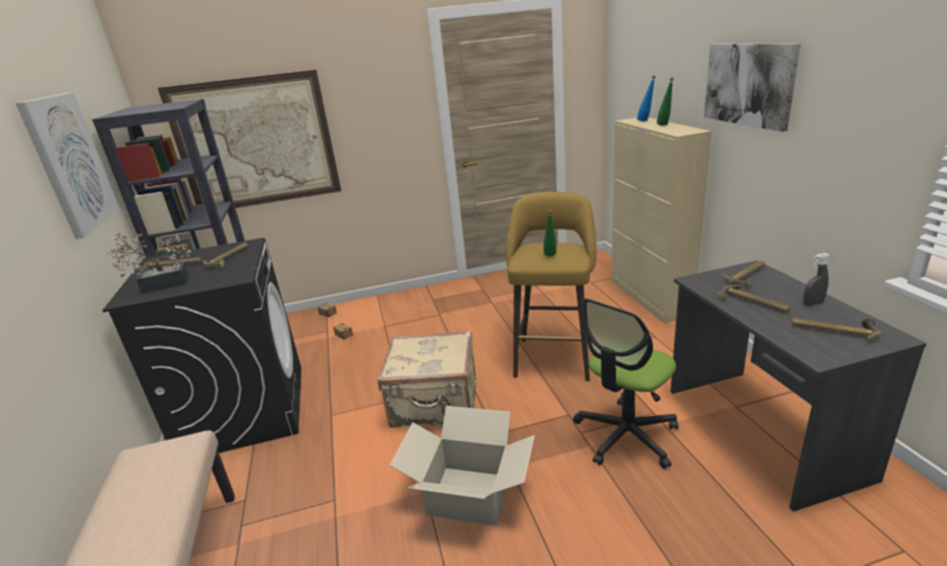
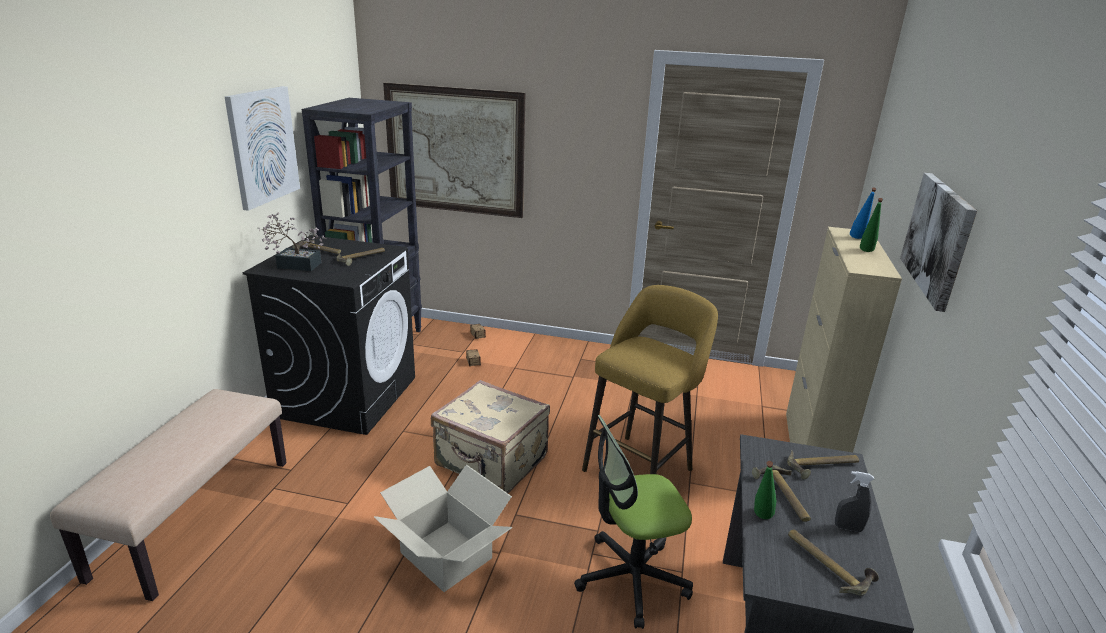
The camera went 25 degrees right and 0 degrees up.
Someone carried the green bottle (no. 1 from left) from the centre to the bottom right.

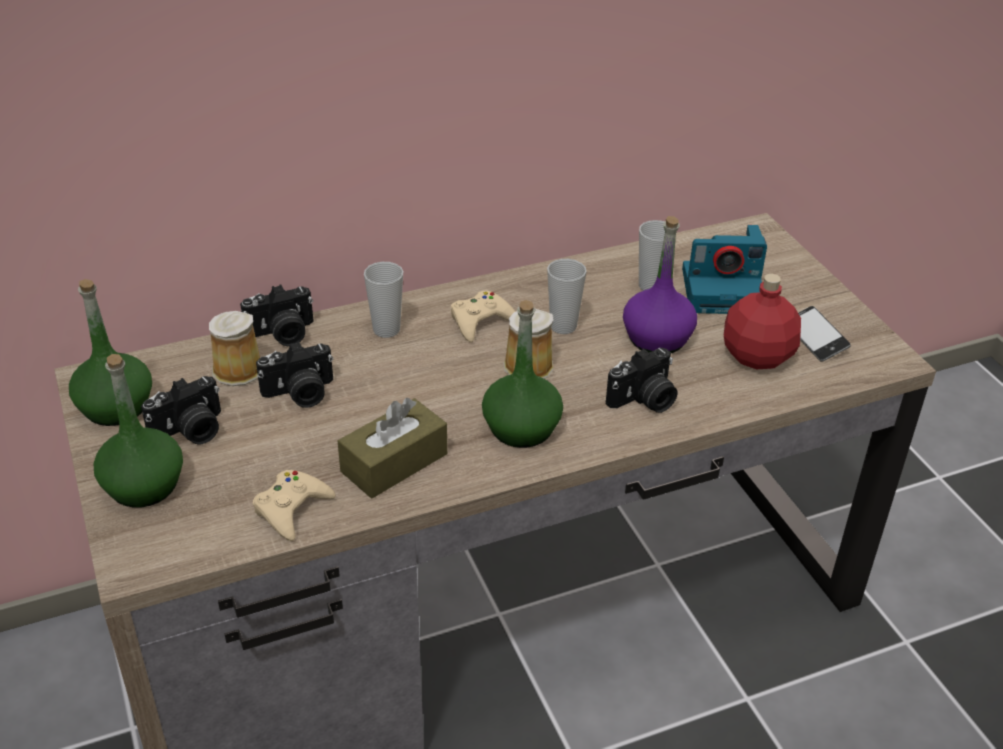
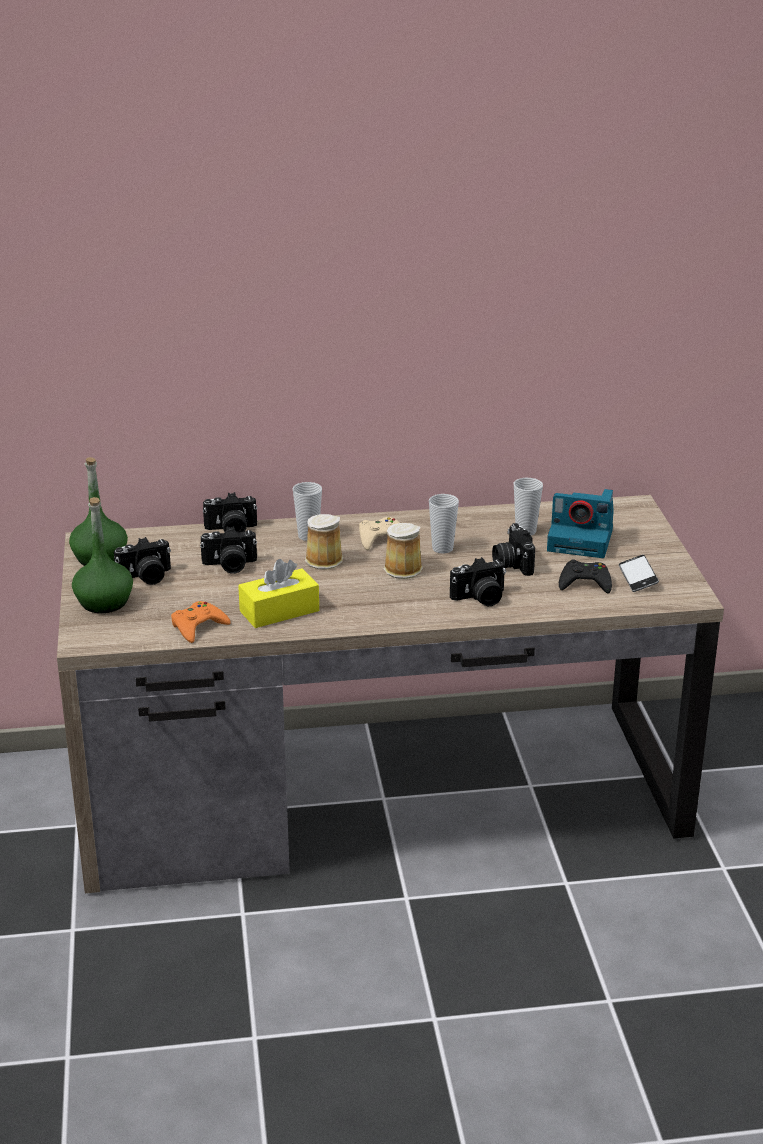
The camera went 15 degrees right and 10 degrees down.
Someone carried the mug (no. 1 from left) from the middle left to the centre.
Someone repainted the beige game controller (no. 1 from left) at the bottom left, which became the orange game controller at the middle left.
Someone repainted the brown tissue box at the centre, which became the yellow tissue box at the centre.
Someone took away the green bottle (no. 3 from left) at the centre.
Someone swapped the purple bottle at the centre for the photo camera (no. 5 from left) at the middle right.
Someone swapped the red bottle at the middle right for the black game controller at the middle right.

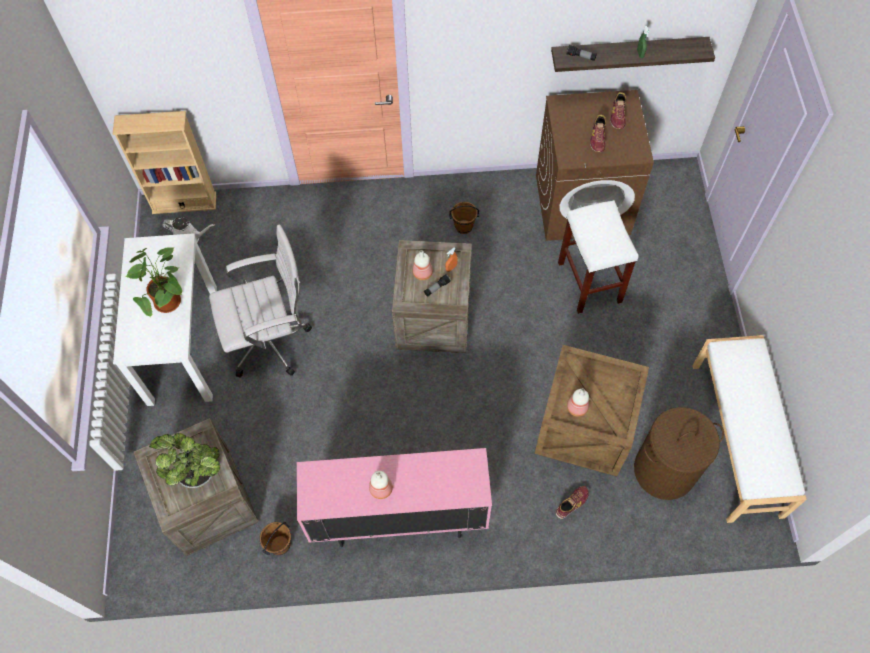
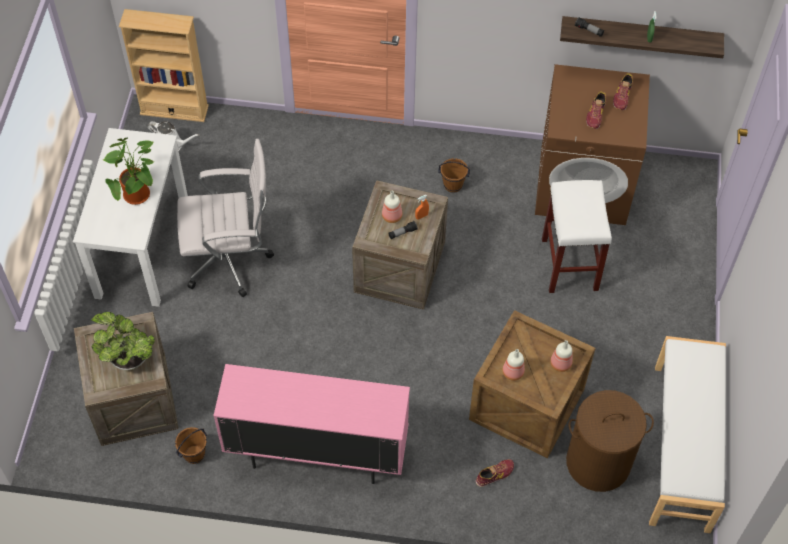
The camera went 10 degrees right and 5 degrees down.
Someone carried the bottle (no. 1 from left in the first image) from the bottom centre to the middle right.

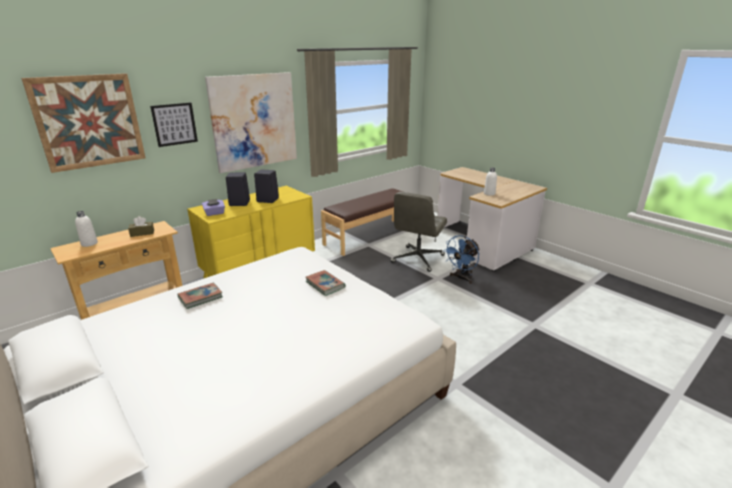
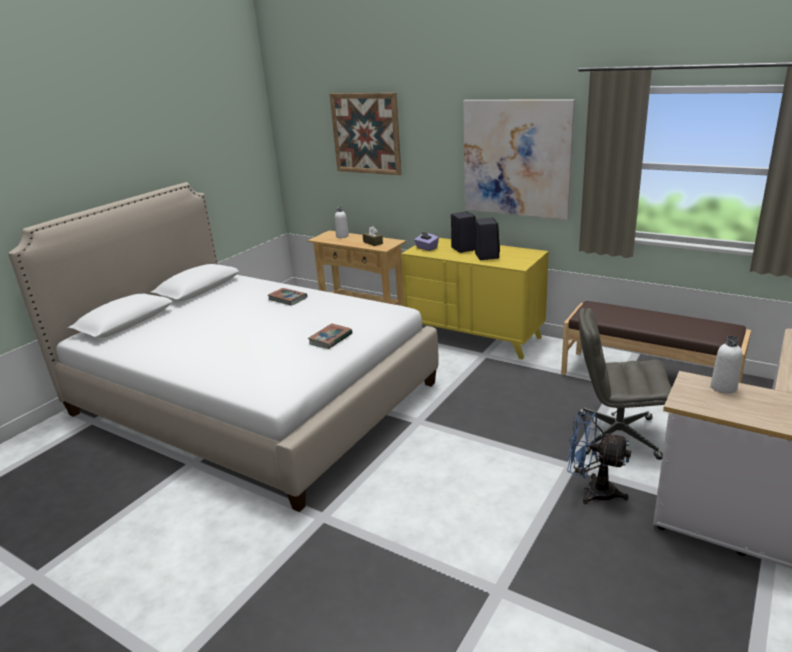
The camera went 75 degrees right and 0 degrees up.
Someone took away the picture (no. 2 from left) at the top left.

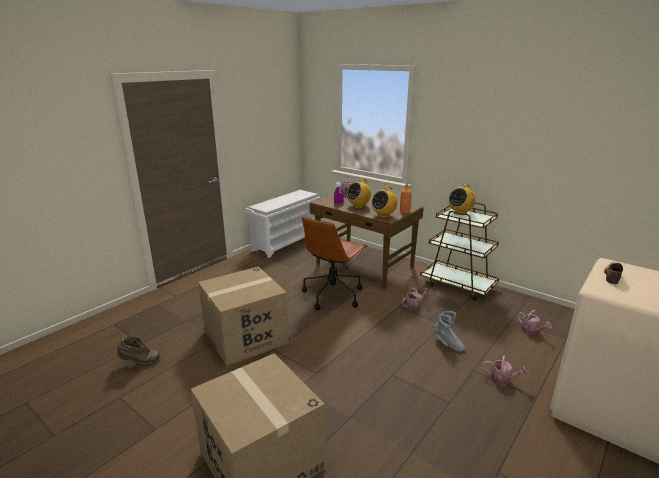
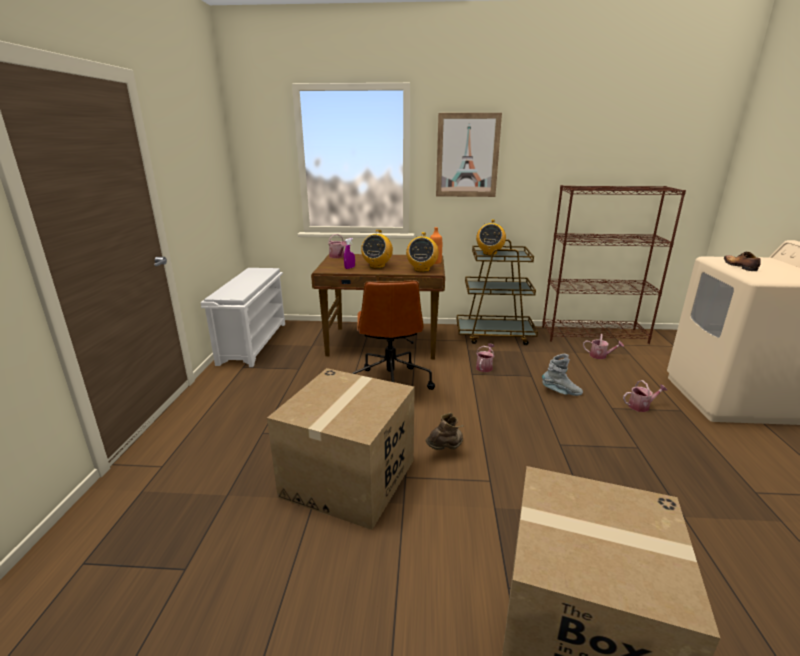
The camera went 35 degrees left and 0 degrees up.
Someone carried the brown boot from the bottom left to the centre.
Someone put up the picture at the top centre.
Someone put down the brown bookcase at the middle right.

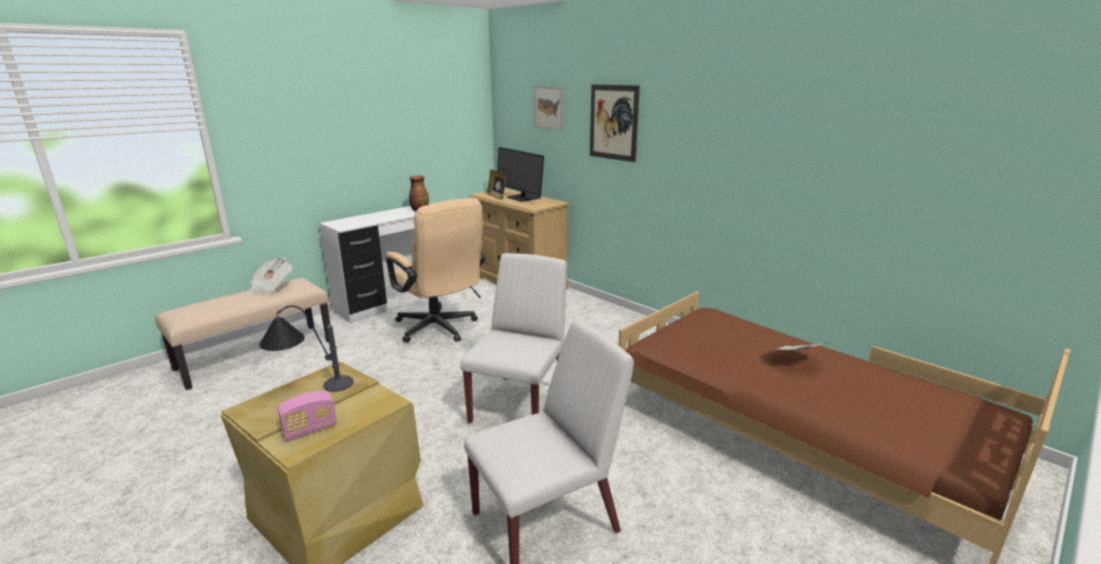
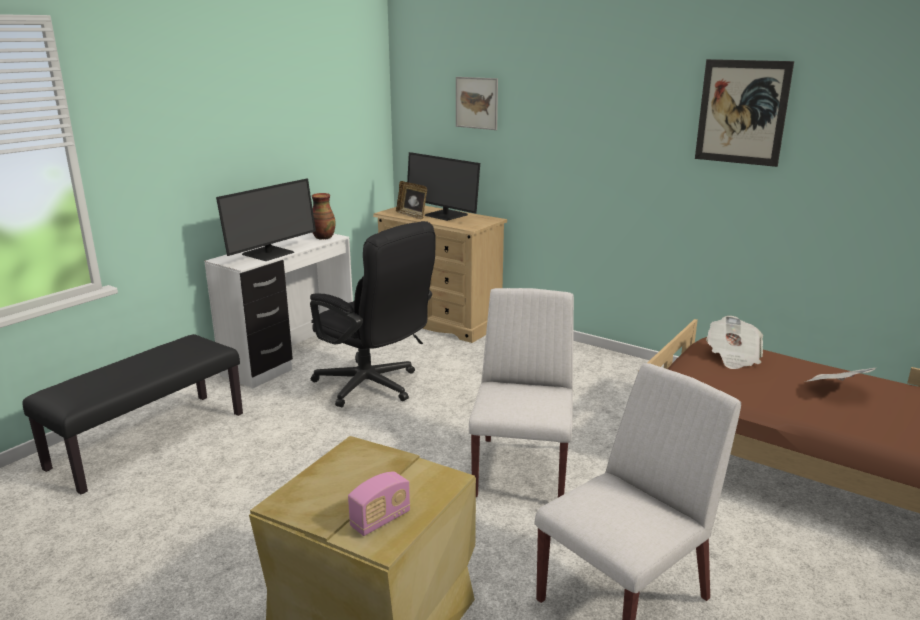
The camera went 10 degrees left and 0 degrees up.
Someone repainted the beige bench at the middle left, which became the black bench at the bottom left.
Someone carried the newspaper (no. 1 from left) from the middle left to the middle right.
Someone took away the table lamp at the middle left.
Someone repainted the beige office chair at the centre, which became the black office chair at the centre.
Someone carried the picture (no. 2 from left) from the top centre to the top right.
Someone put down the monitor (no. 1 from left) at the middle left.

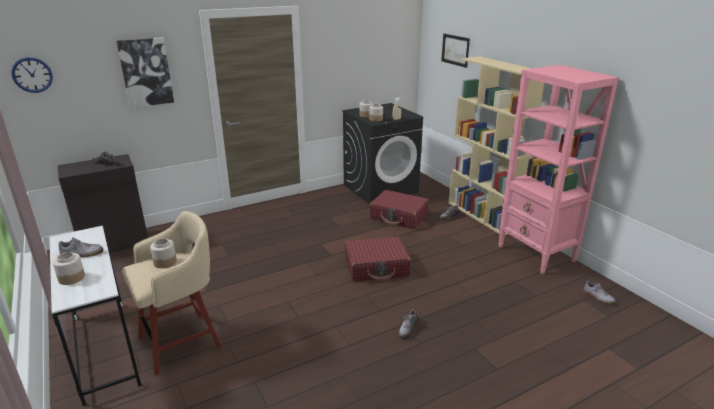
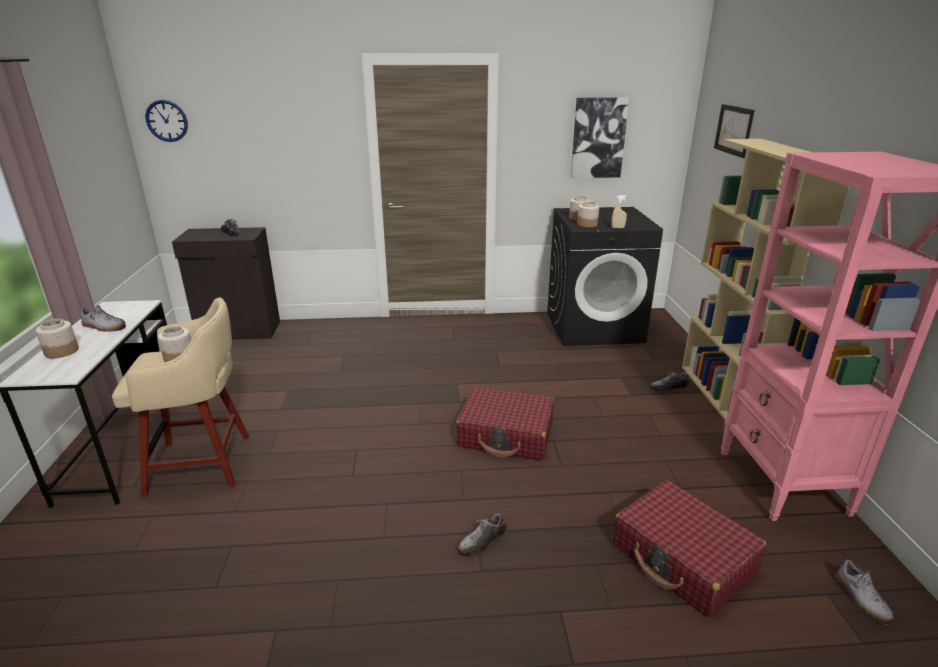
The camera went 25 degrees right and 0 degrees up.
Someone carried the picture (no. 1 from left) from the top left to the top centre.
Someone carried the red suitcase (no. 2 from left) from the centre to the bottom right.

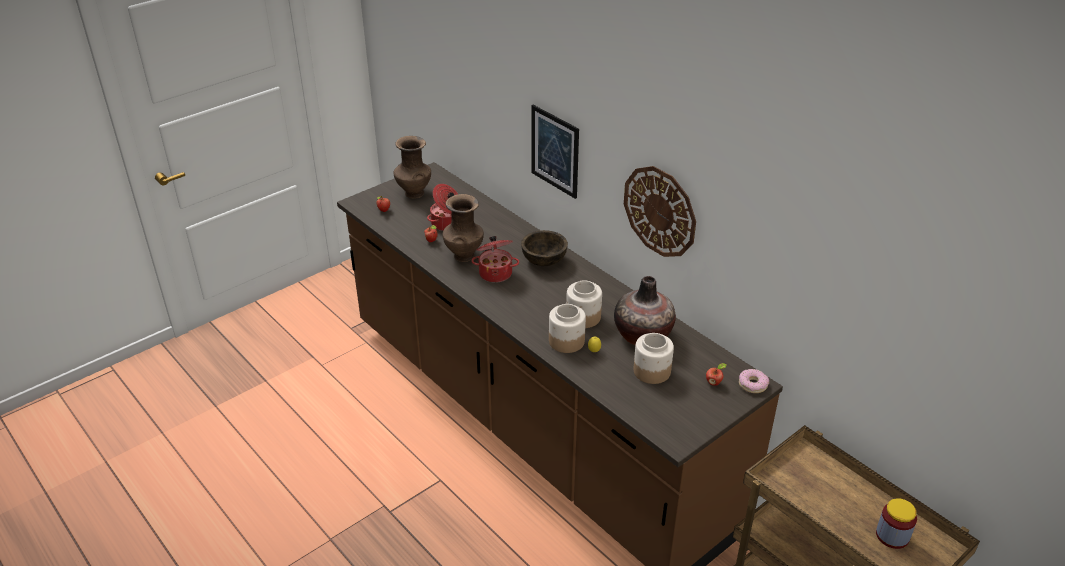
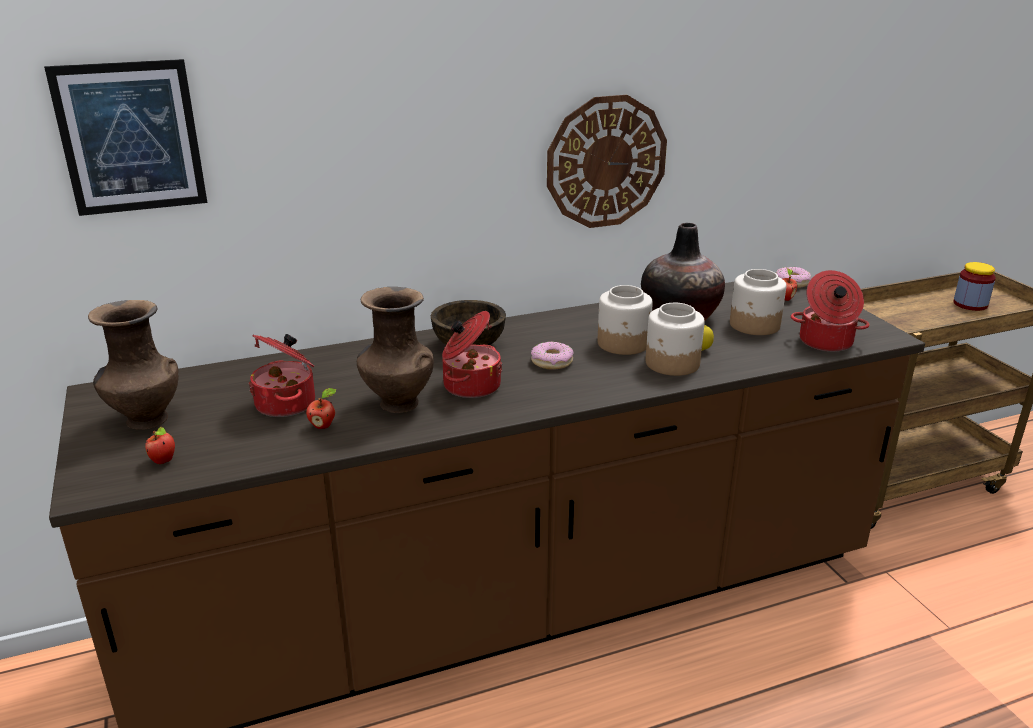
The camera went 70 degrees left and 10 degrees down.
Someone carried the picture from the top centre to the top left.
Someone put down the donut (no. 1 from left) at the centre.
Someone put down the cooking pot (no. 3 from left) at the middle right.

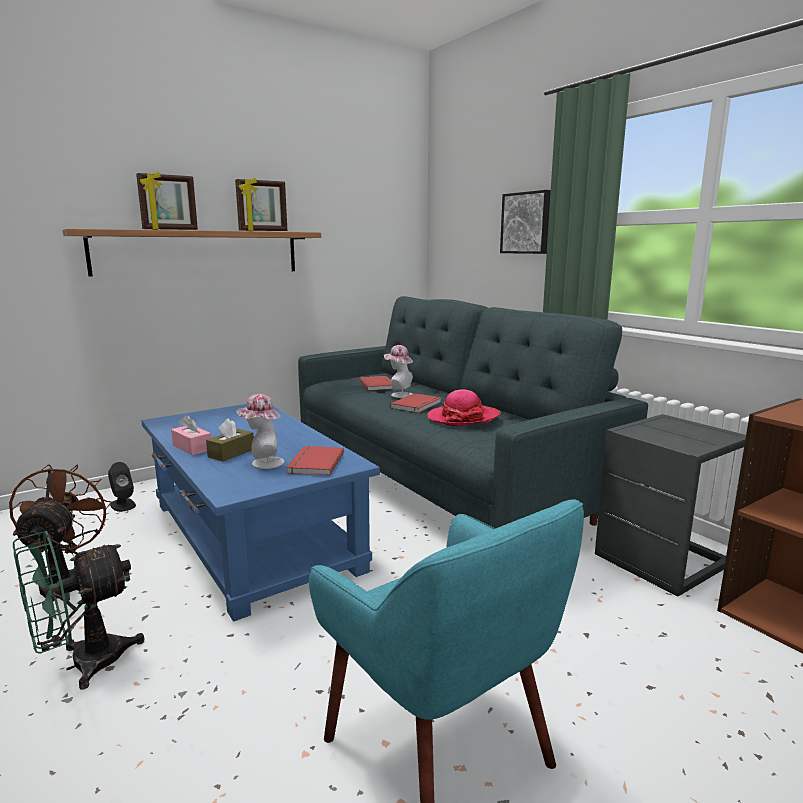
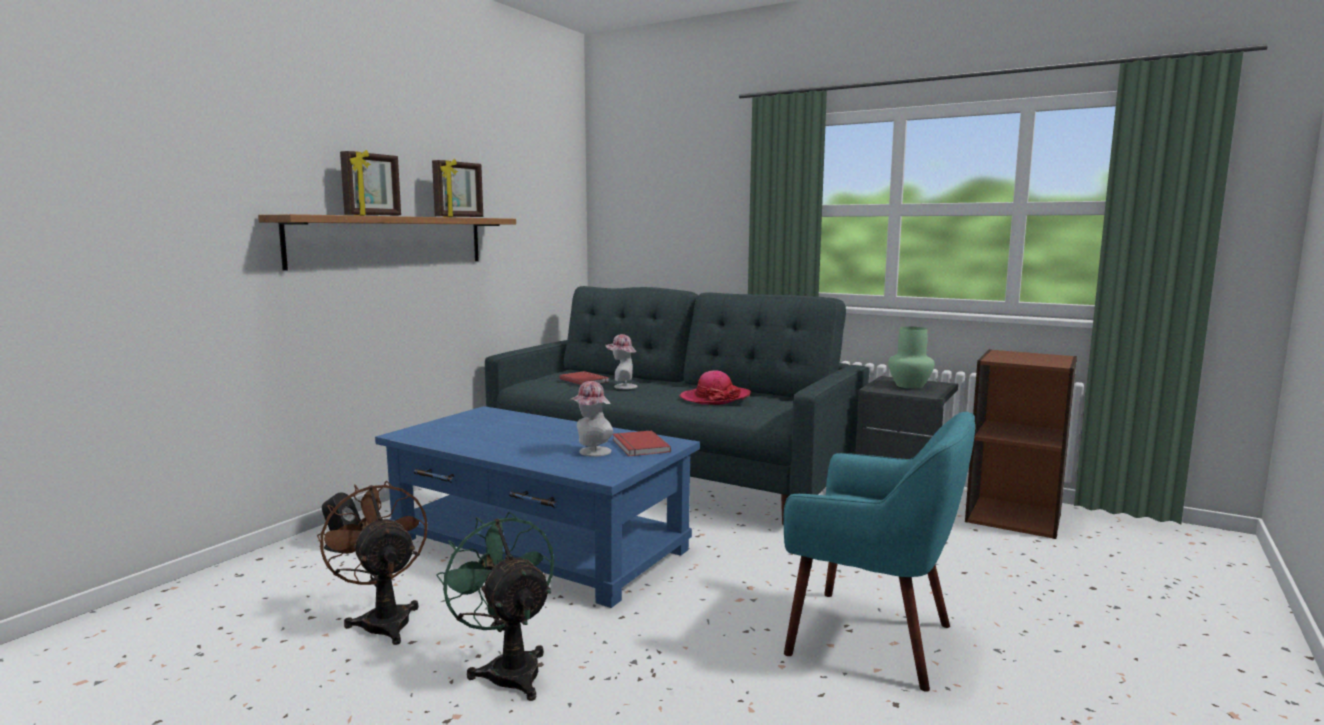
The camera went 25 degrees left and 5 degrees down.
Someone rotated the green fan at the bottom left by 120 degrees clockwise.
Someone took away the pink tissue box at the middle left.
Someone took away the brown tissue box at the middle left.
Someone took away the red book (no. 3 from left) at the centre.
Someone took away the picture at the top centre.
Someone put down the green vase at the middle right.

